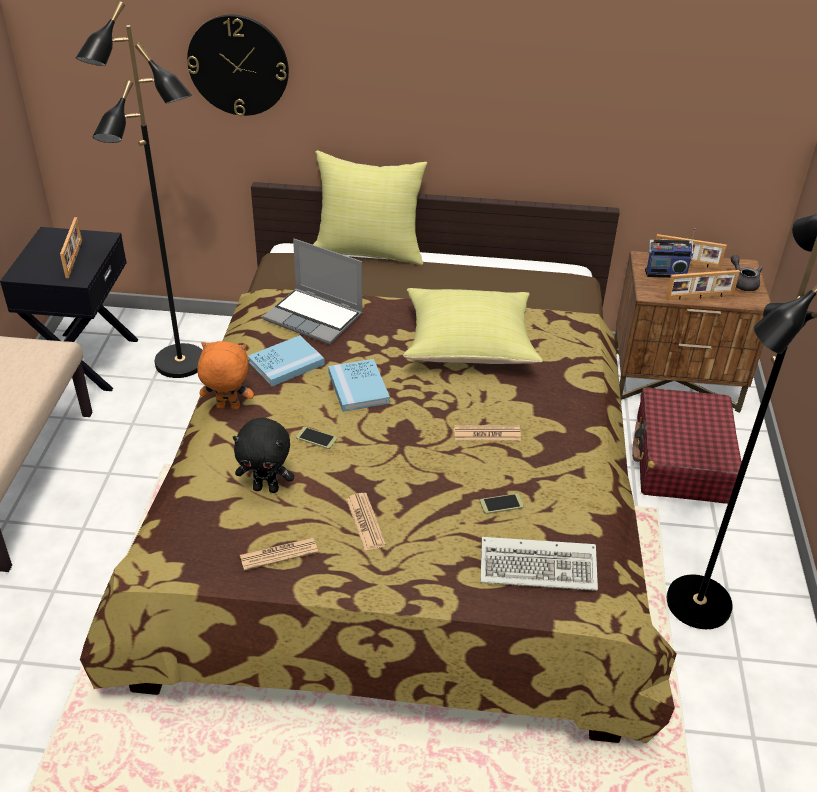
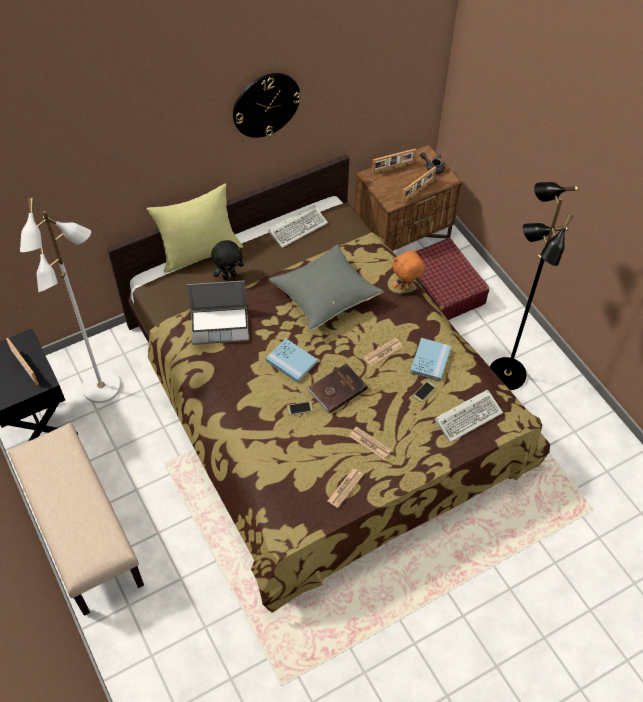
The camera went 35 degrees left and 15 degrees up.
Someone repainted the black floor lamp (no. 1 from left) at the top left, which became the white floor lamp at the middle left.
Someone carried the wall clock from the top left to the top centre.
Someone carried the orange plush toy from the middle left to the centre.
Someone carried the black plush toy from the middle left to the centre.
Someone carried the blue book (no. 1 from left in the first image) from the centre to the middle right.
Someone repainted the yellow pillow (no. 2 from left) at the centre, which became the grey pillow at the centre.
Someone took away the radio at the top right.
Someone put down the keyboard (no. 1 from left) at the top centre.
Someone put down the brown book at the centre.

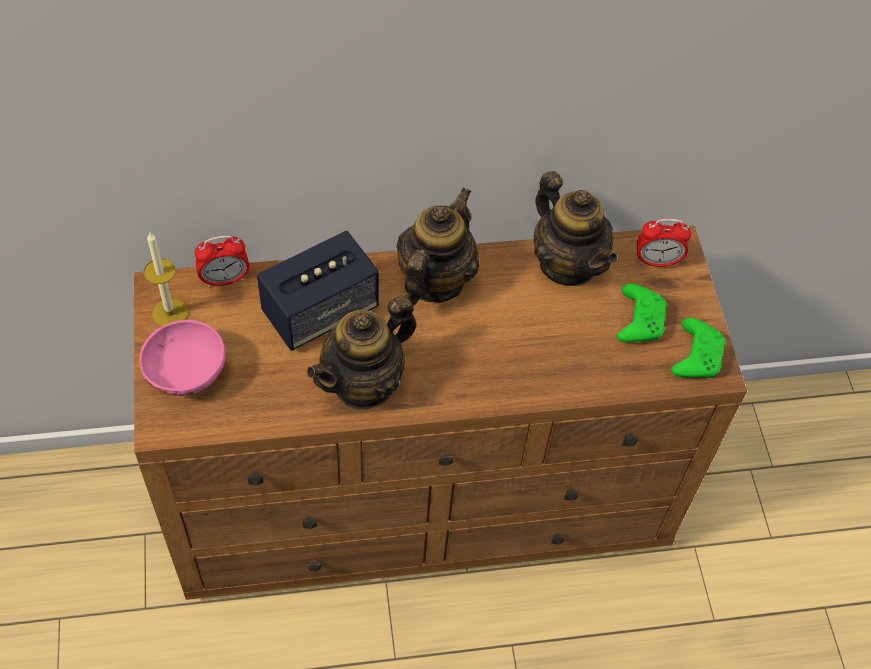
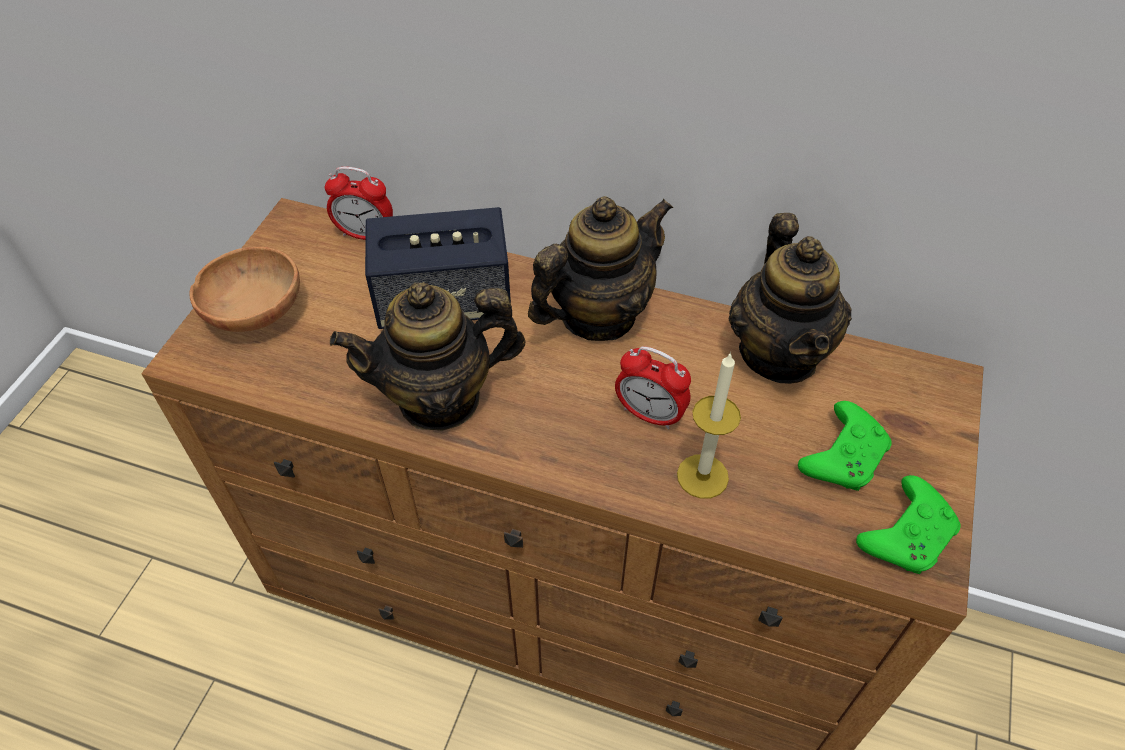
The camera went 30 degrees right and 5 degrees down.
Someone repainted the pink bowl at the middle left, which became the brown bowl at the middle left.
Someone carried the candle from the middle left to the centre.
Someone carried the alarm clock (no. 2 from left) from the middle right to the centre.

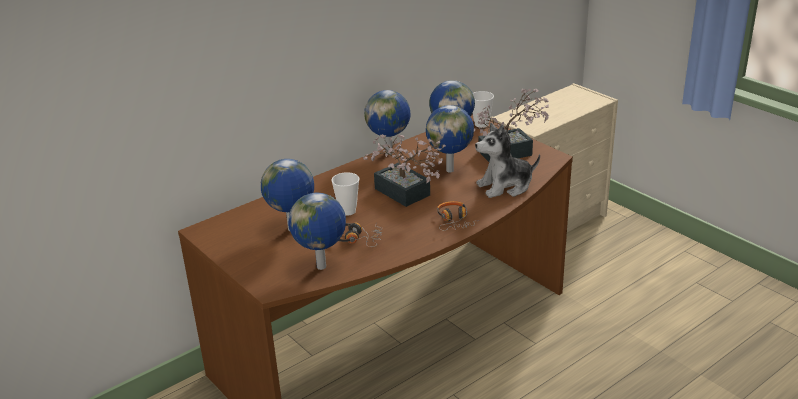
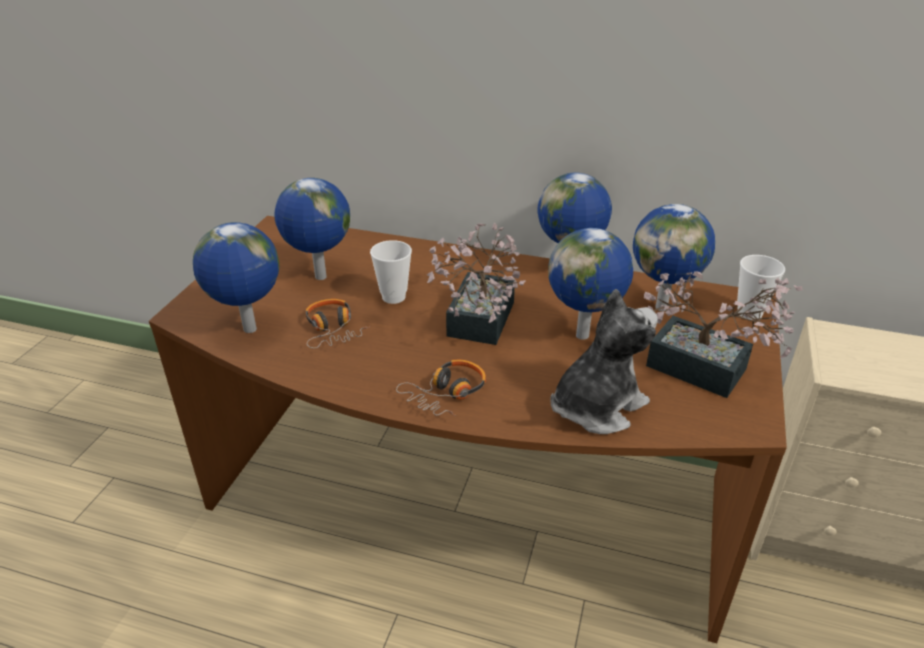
The camera went 55 degrees right and 5 degrees up.
Someone rotated the plush toy at the centre by 105 degrees clockwise.

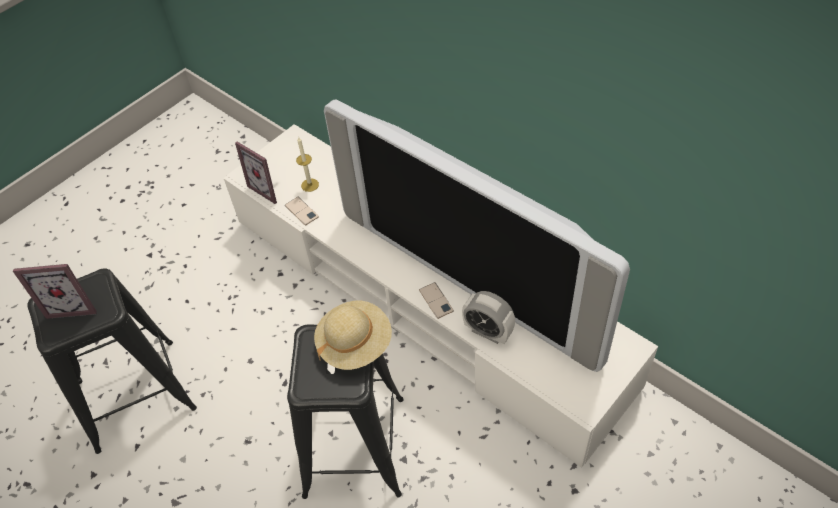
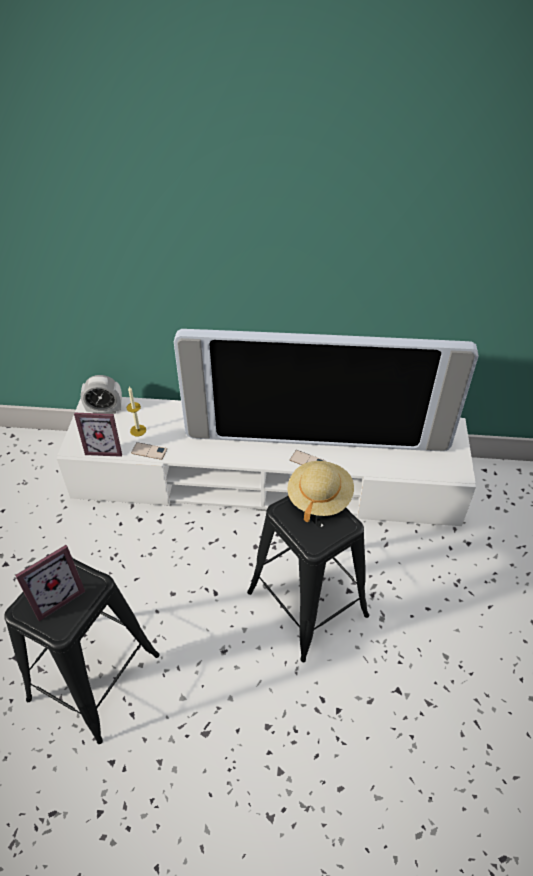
The camera went 40 degrees left and 5 degrees down.
Someone carried the alarm clock from the centre to the middle left.

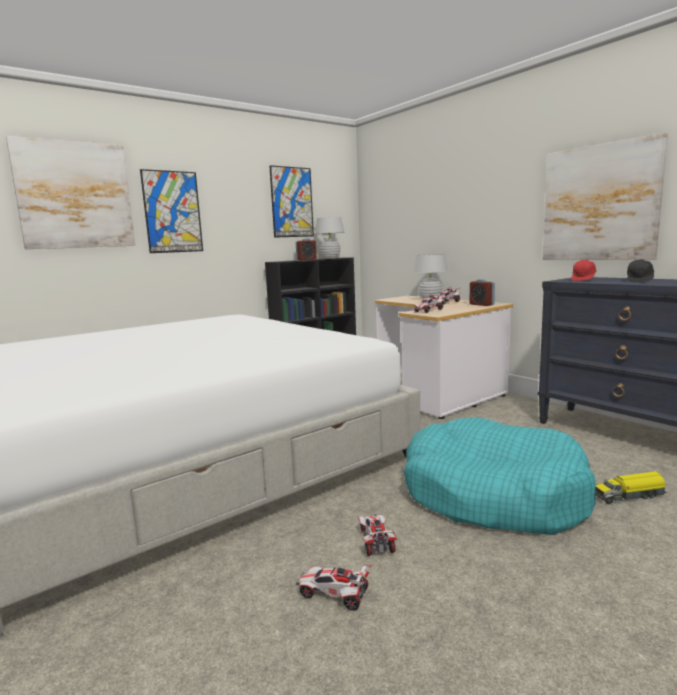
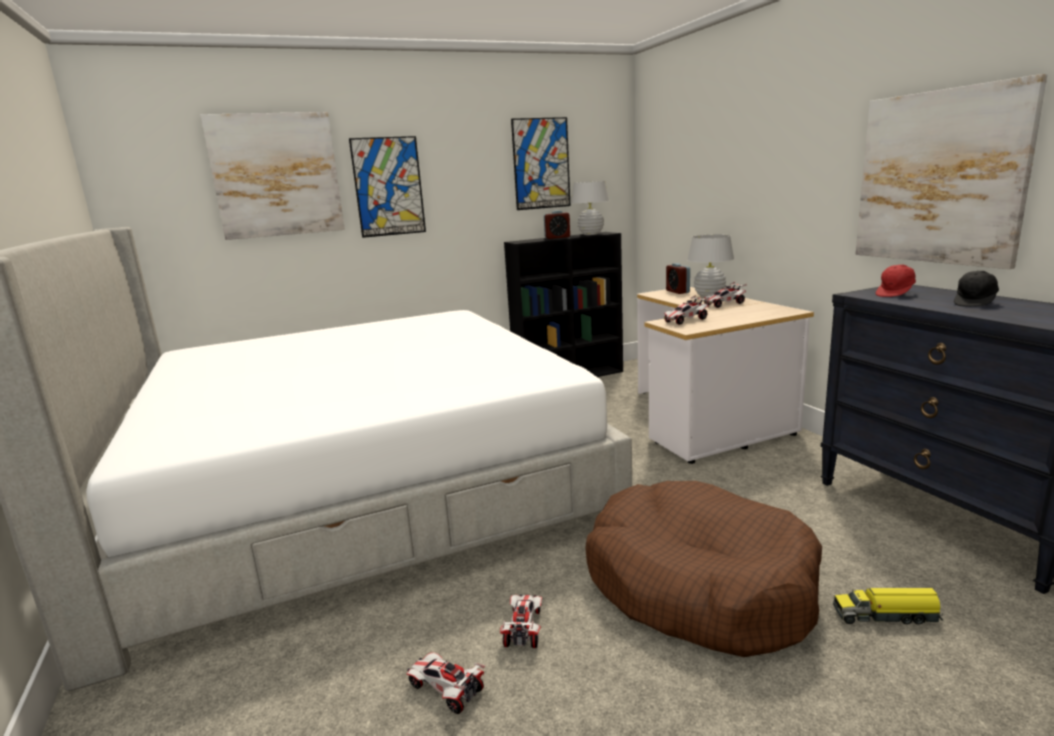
The camera went 15 degrees right and 5 degrees up.
Someone repainted the turquoise dog bed at the bottom right, which became the brown dog bed at the bottom right.
Someone carried the alarm clock (no. 2 from left) from the middle right to the centre.

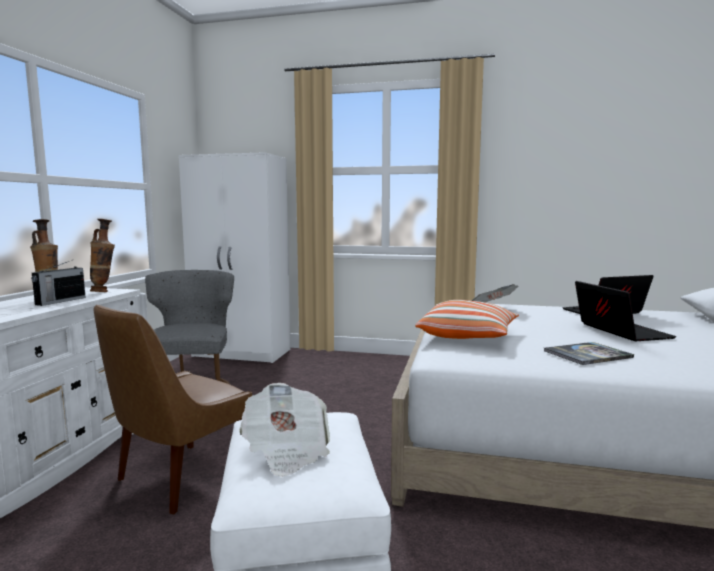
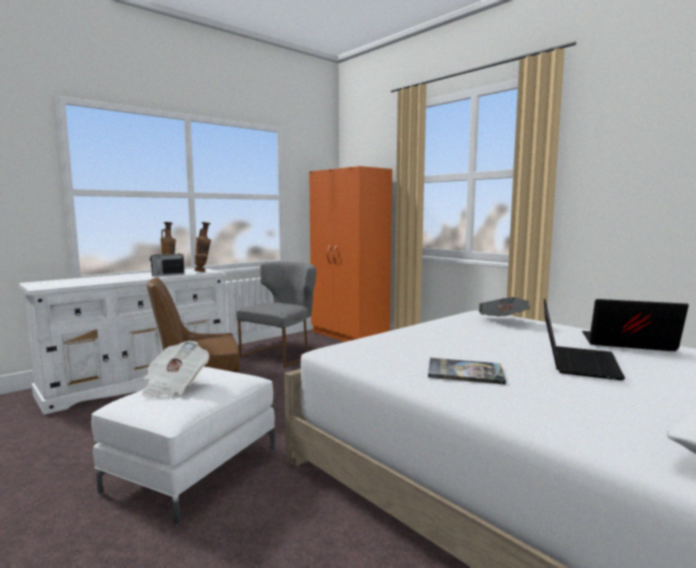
The camera went 35 degrees right and 0 degrees up.
Someone repainted the white wardrobe at the middle left, which became the orange wardrobe at the centre.
Someone took away the pillow at the centre.

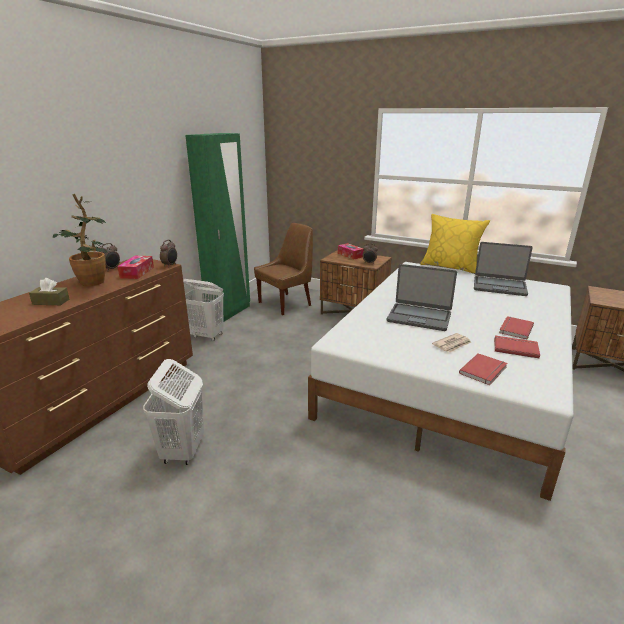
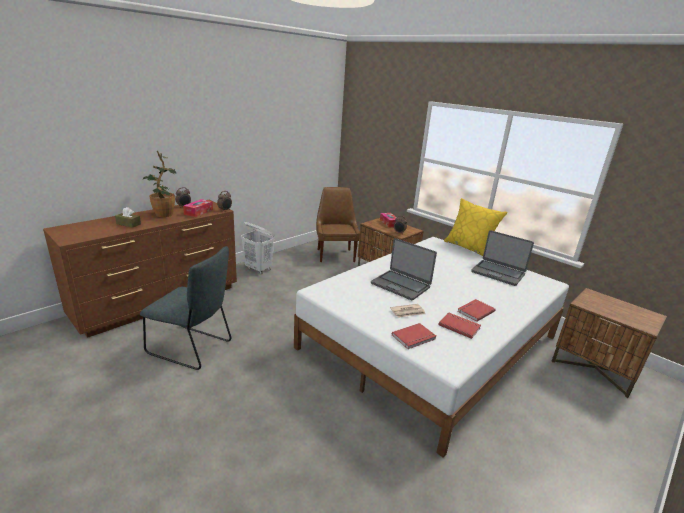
The camera went 15 degrees right and 0 degrees up.
Someone swapped the white laundry basket (no. 1 from left) at the middle left for the grey chair at the middle left.
Someone took away the green wardrobe at the centre.
Someone rotated the brown chair at the centre by 75 degrees counterclockwise.

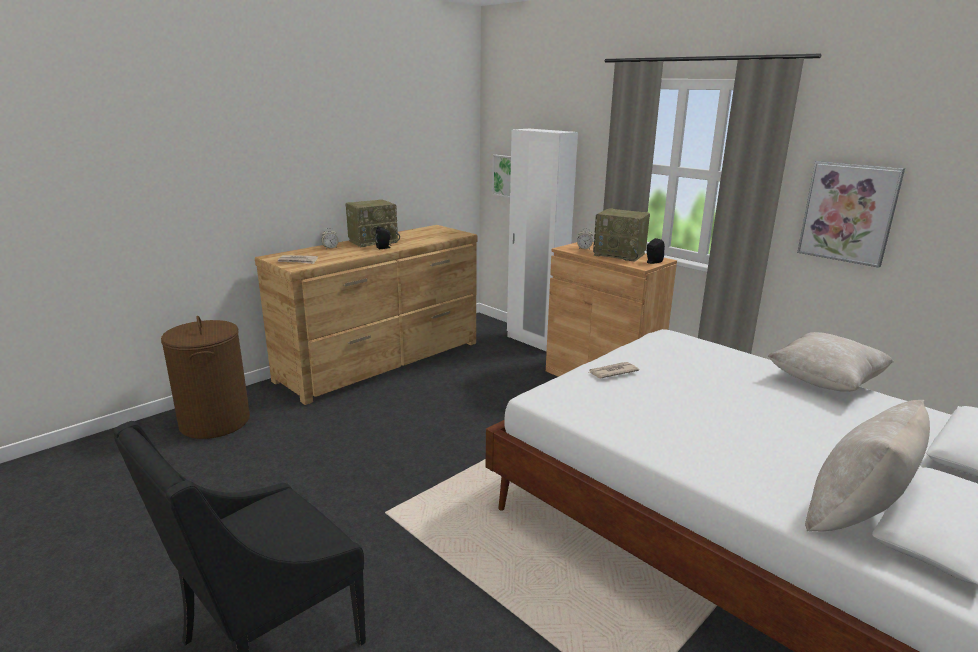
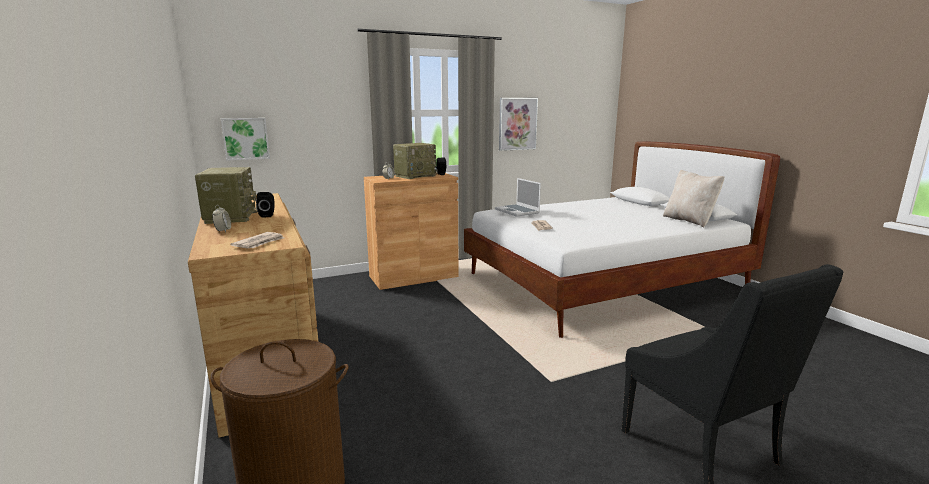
The camera went 70 degrees left and 5 degrees down.
Someone took away the white wardrobe at the centre.
Someone took away the beige pillow (no. 1 from left) at the middle right.
Someone put down the laptop at the centre.

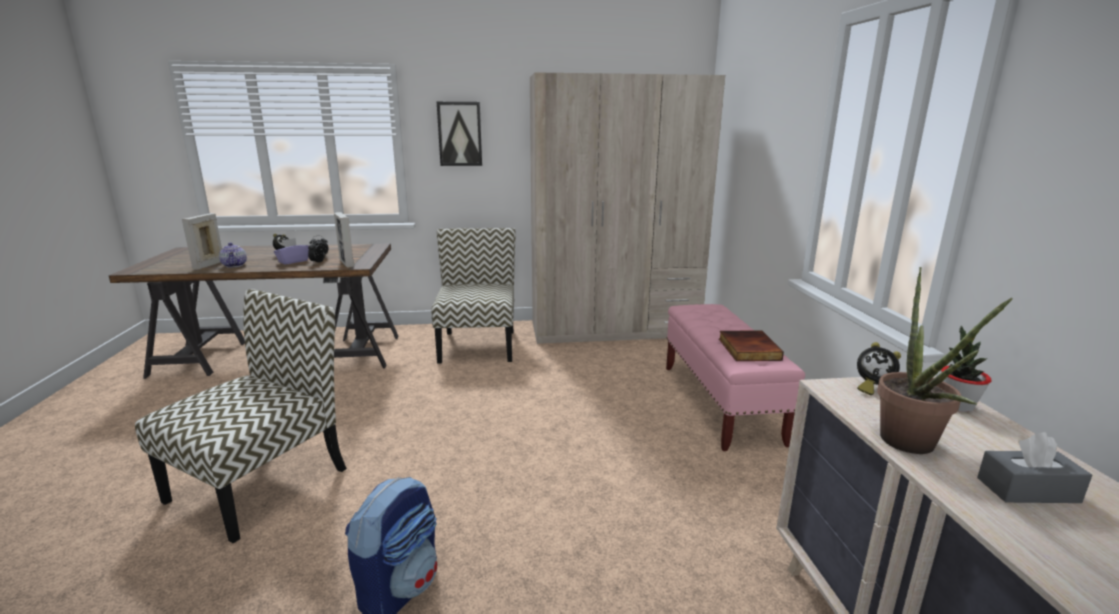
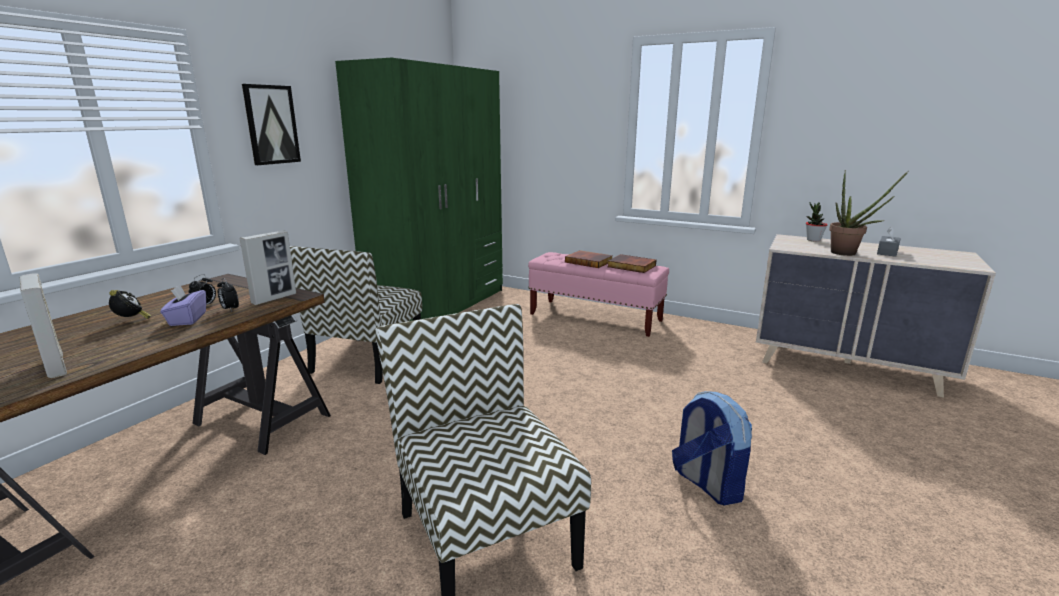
The camera went 55 degrees left and 0 degrees up.
Someone took away the teapot at the middle left.
Someone rotated the picture frame (no. 2 from left) at the middle left by 60 degrees counterclockwise.
Someone rotated the chair (no. 2 from left in the first image) at the centre by 105 degrees counterclockwise.
Someone repainted the beige wardrobe at the centre, which became the green wardrobe at the top centre.
Someone took away the alarm clock (no. 4 from left) at the middle right.
Someone put down the book (no. 1 from left) at the centre.

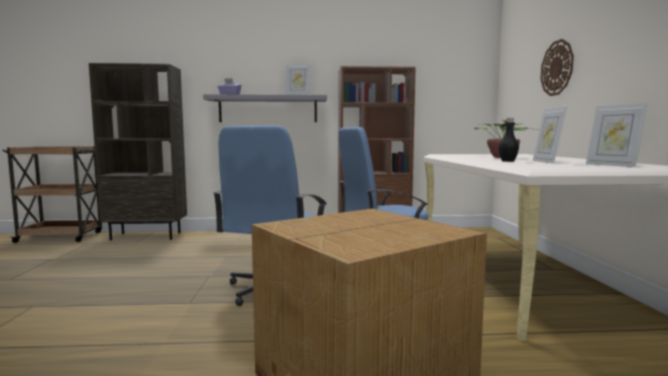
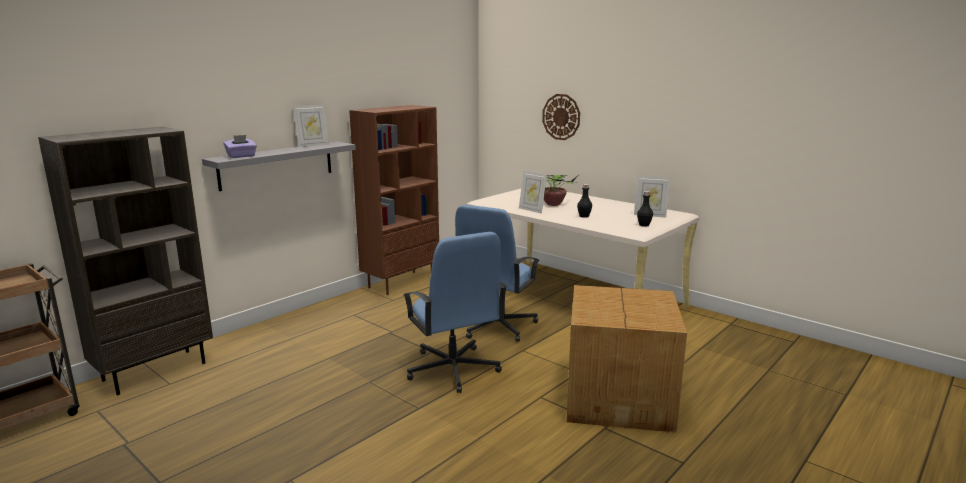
The camera went 45 degrees left and 10 degrees up.
Someone carried the picture frame (no. 2 from left) from the middle right to the centre.
Someone put down the black bottle (no. 2 from left) at the middle right.

